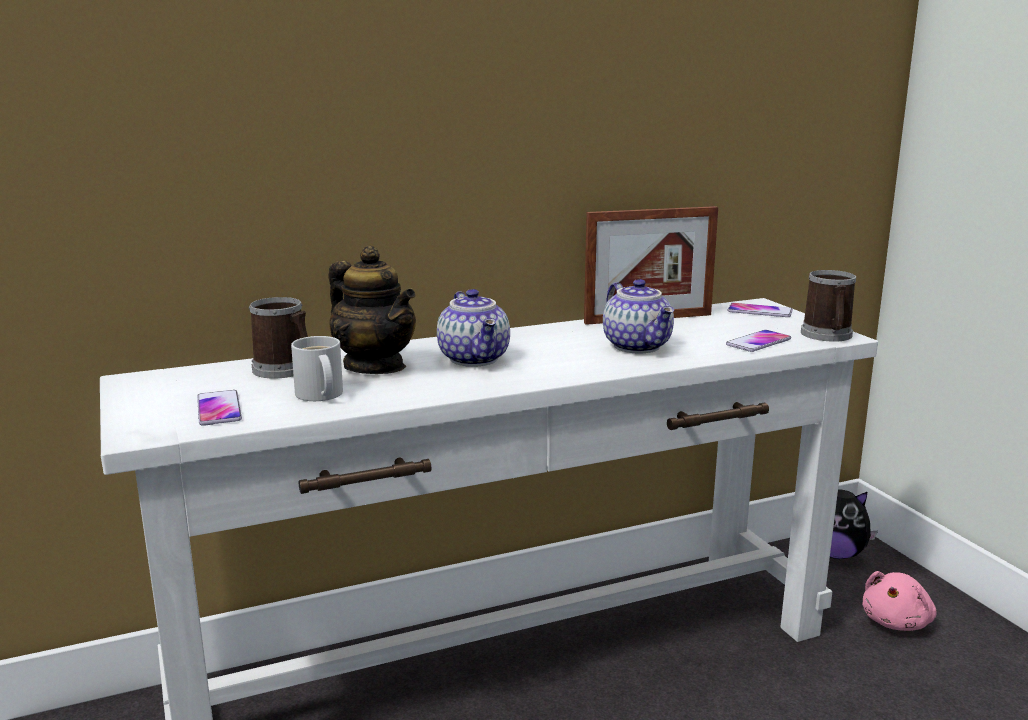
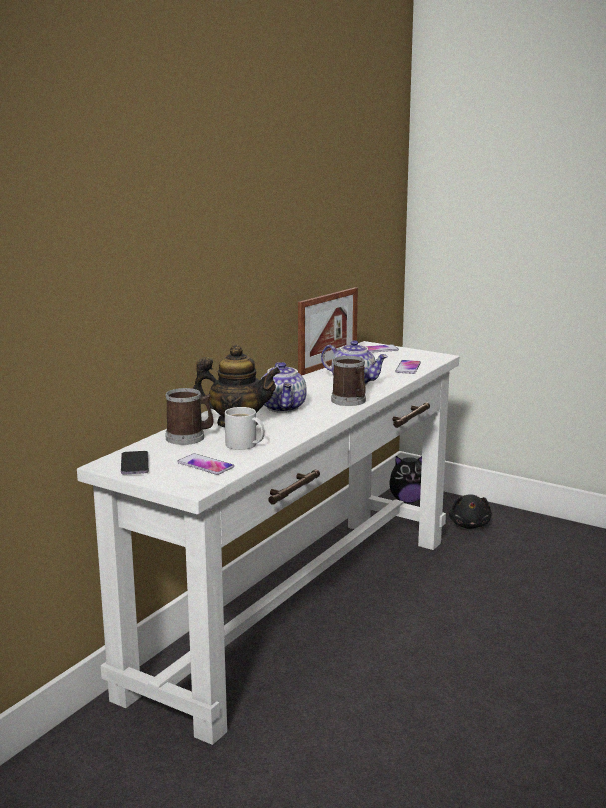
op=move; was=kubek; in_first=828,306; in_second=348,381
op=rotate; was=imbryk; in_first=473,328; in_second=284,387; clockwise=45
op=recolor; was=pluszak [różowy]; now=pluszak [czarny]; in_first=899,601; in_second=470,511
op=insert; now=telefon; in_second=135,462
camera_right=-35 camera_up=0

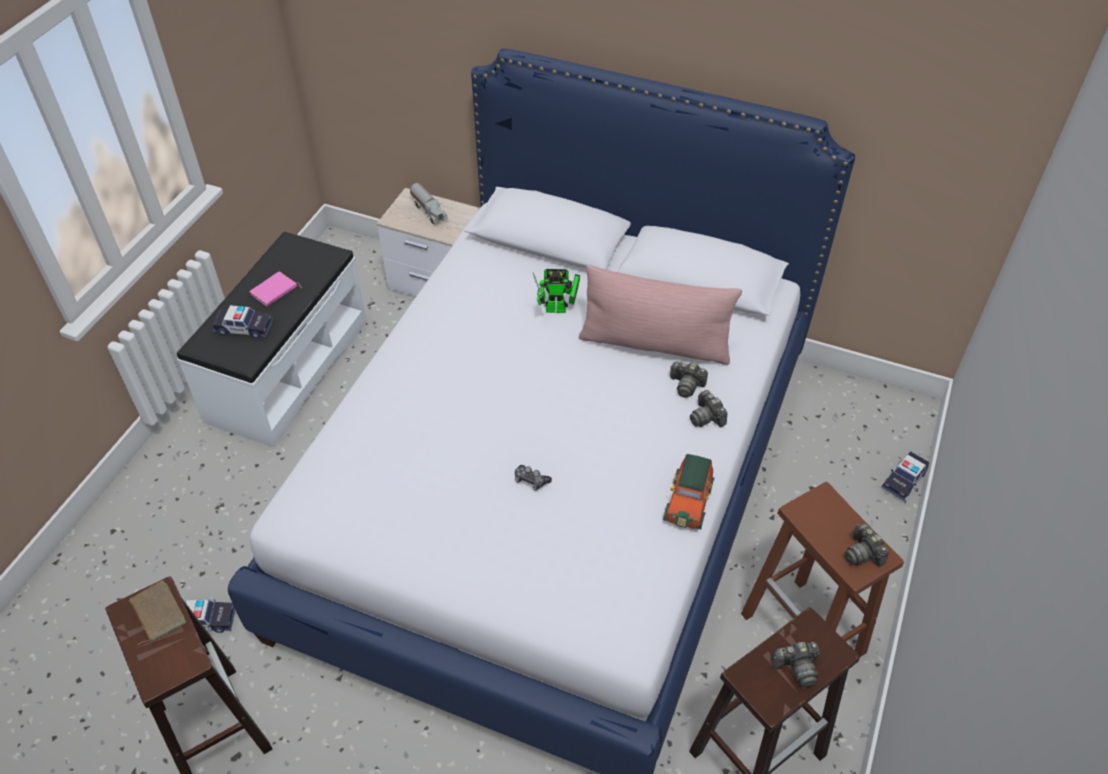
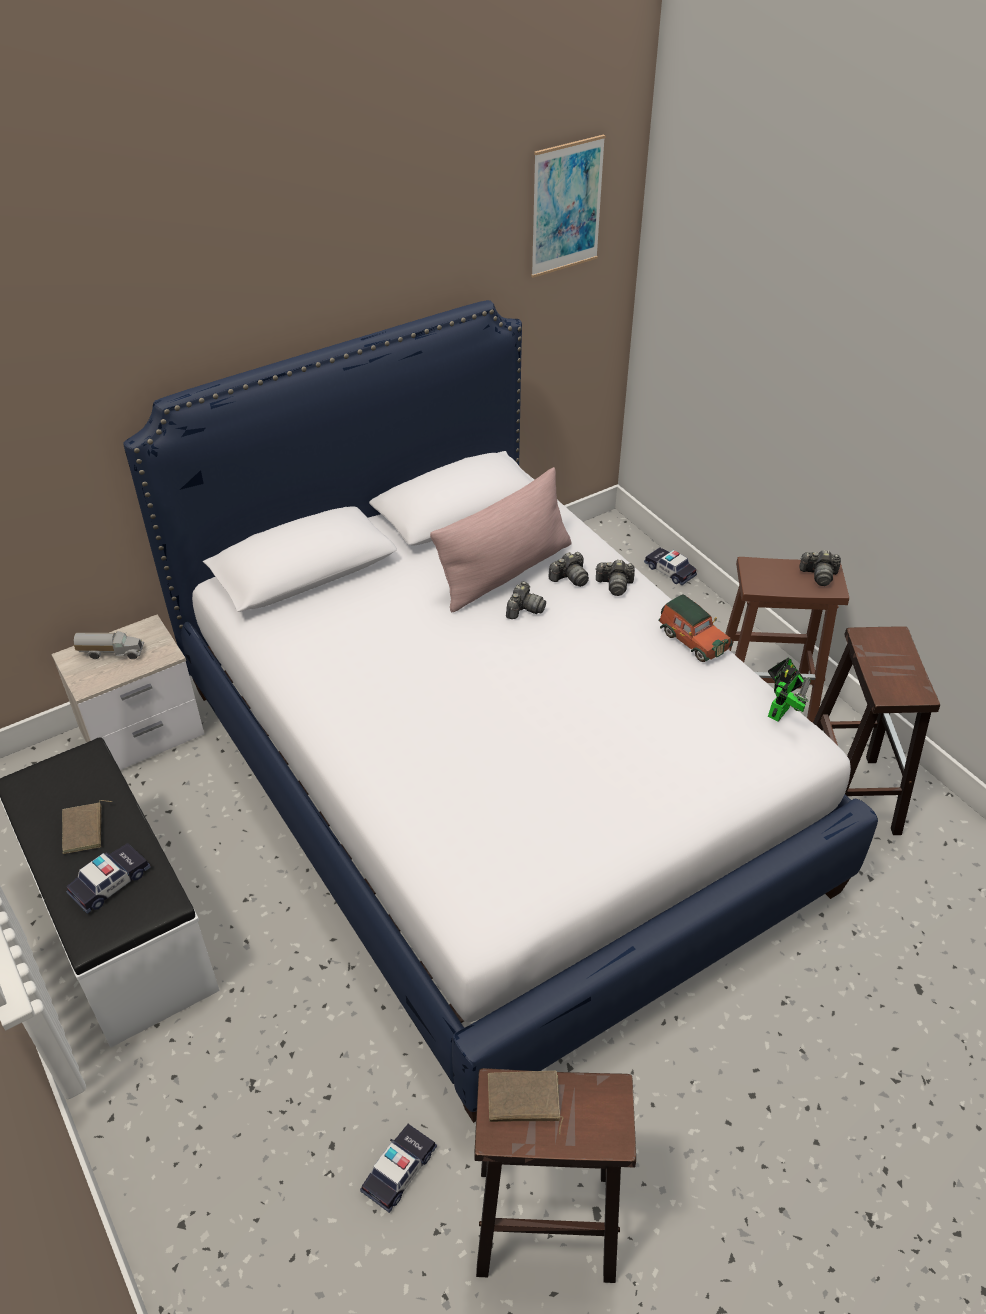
op=move; was=robot zabawkowy; in_first=556,291; in_second=789,689
op=recolor; was=książka [różowy]; now=książka [brązowy]; in_first=275,288; in_second=87,827
op=rotate; was=samochodzik; in_first=905,476; in_second=670,566; clockwise=150
op=delete; was=pad do gier; in_first=533,477
op=move; was=aparat fotograficzny; in_first=795,664; in_second=526,600
op=insert; now=obraz; in_second=568,206
camera_right=-55 camera_up=-5

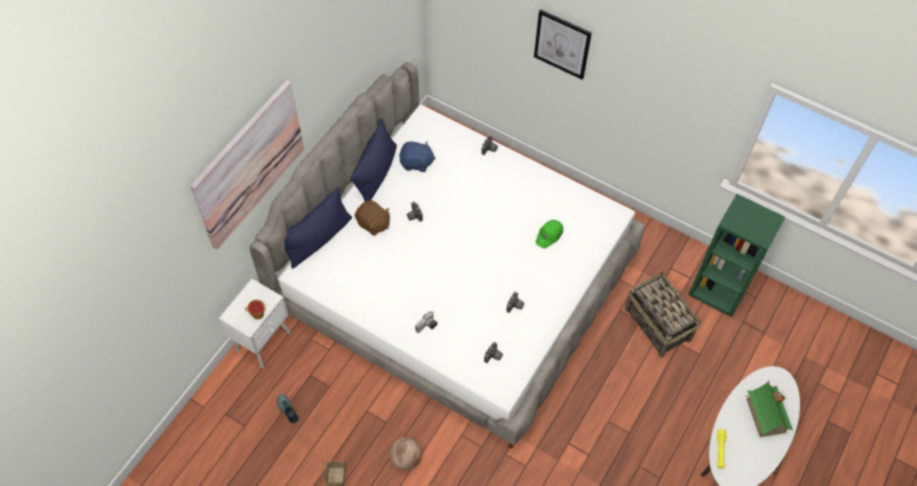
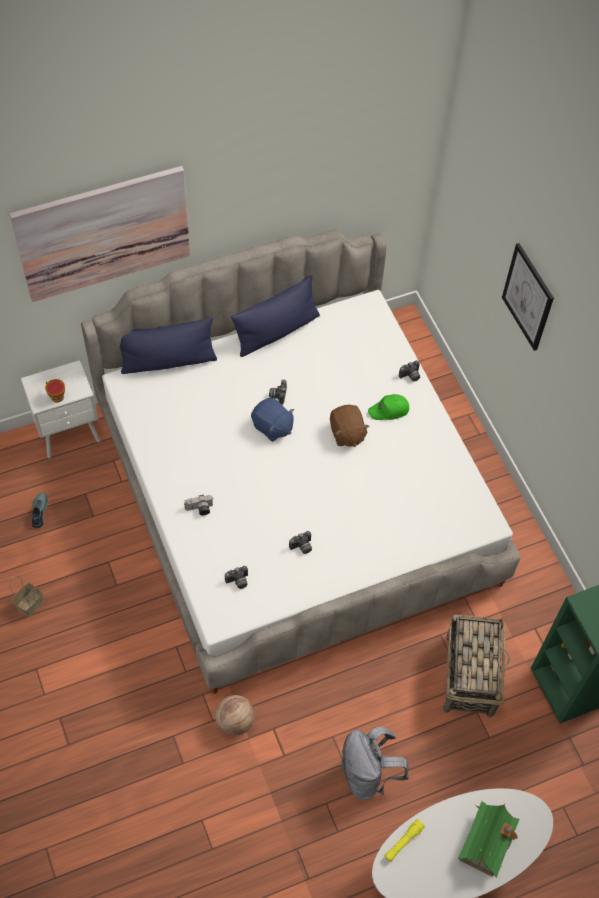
op=move; was=pluszak [niebieski]; in_first=417,156; in_second=272,420
op=move; was=pluszak [brązowy]; in_first=372,218; in_second=350,426
op=move; was=czapka z daszkiem [zielony]; in_first=549,234; in_second=388,407
op=move; was=piłka do koszykówki; in_first=406,453; in_second=235,715
op=insert; now=plecak [szary]; in_second=374,763
camera_right=35 camera_up=0

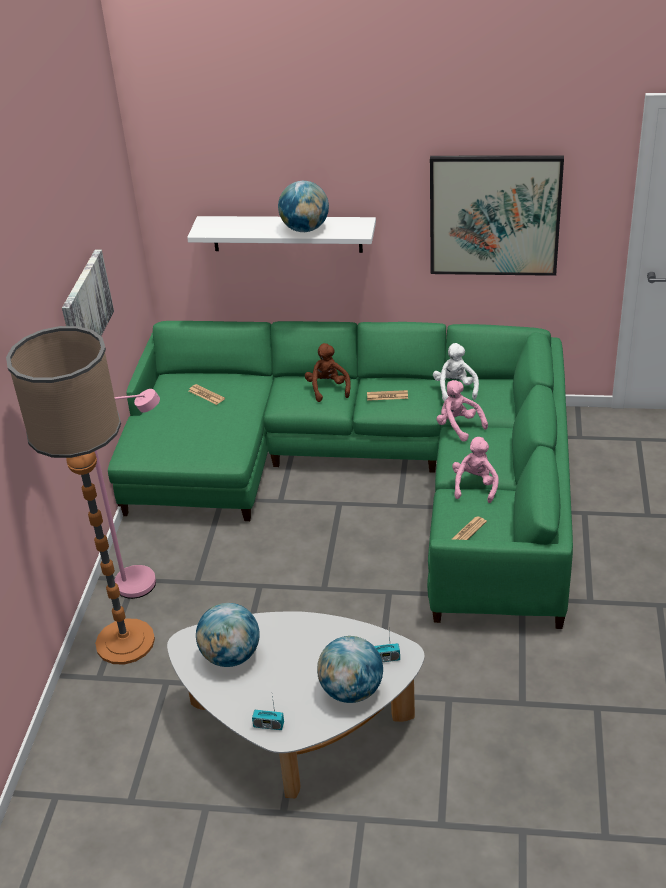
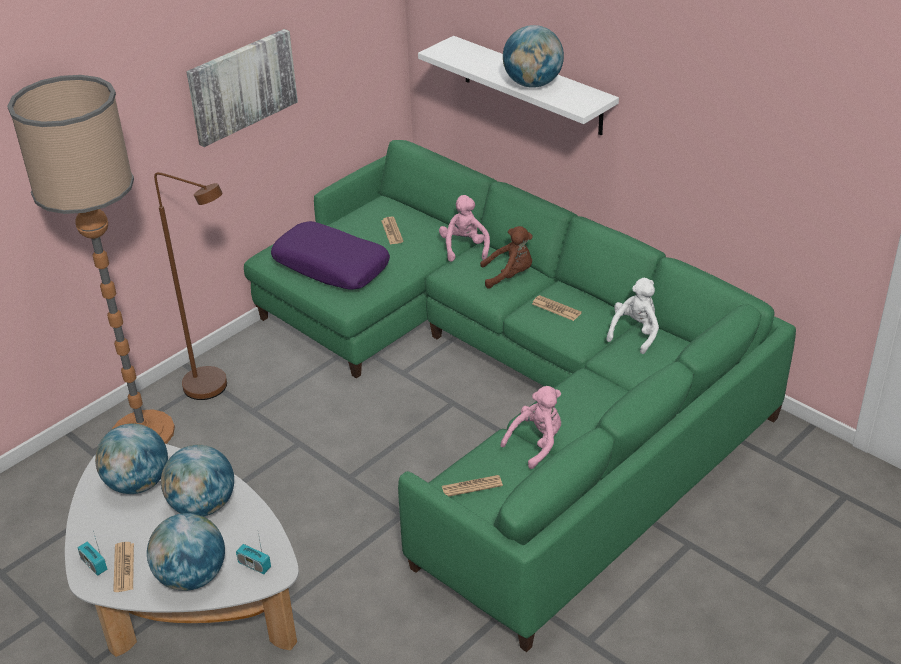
op=delete; was=obraz; in_first=497,216
op=rotate; was=pluszak [brązowy]; in_first=328,372; in_second=506,257; clockwise=60
op=move; was=pluszak [różowy]; in_first=462,411; in_second=464,228
op=recolor; was=lampa stojąca [różowy]; now=lampa stojąca [brązowy]; in_first=127,494; in_second=190,286
op=insert; now=poduszka [fioletowy]; in_second=330,255
op=insert; now=globus; in_second=197,481
op=insert; now=gazeta; in_second=123,567
camera_right=35 camera_up=0

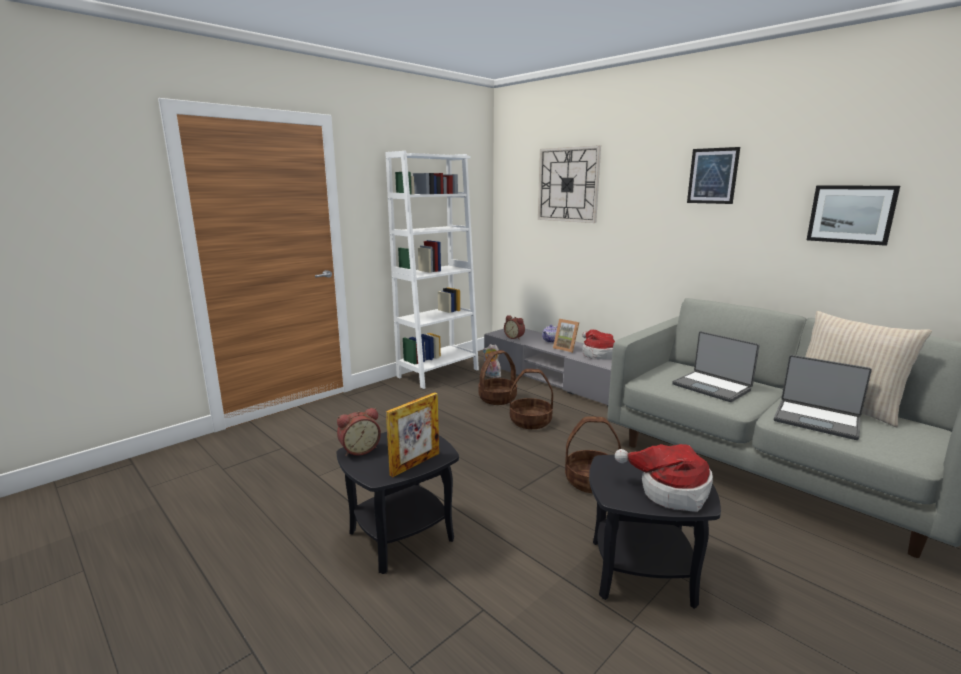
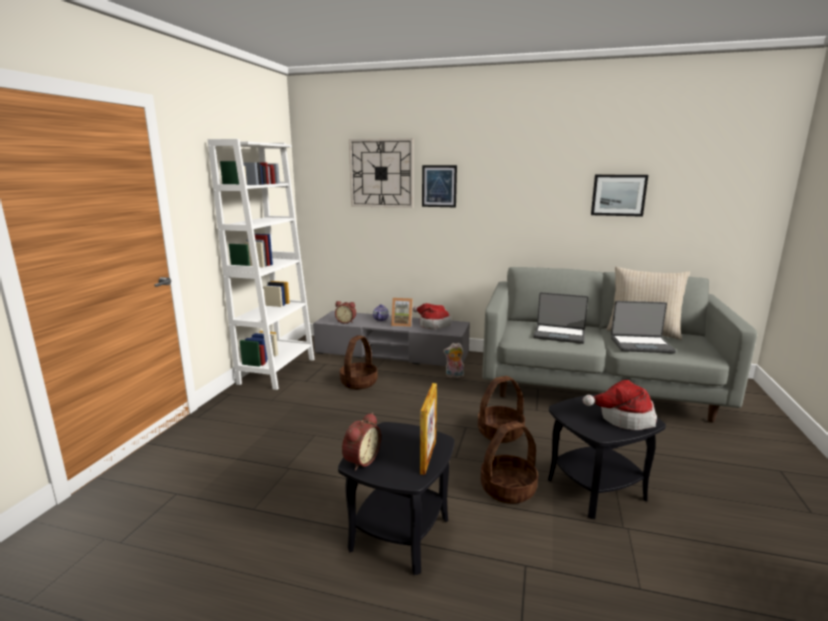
op=move; was=obraz; in_first=713,175; in_second=439,186
op=move; was=pluszak; in_first=492,361; in_second=453,360
op=move; was=koszyk; in_first=531,399; in_second=509,462
camera_right=-30 camera_up=0

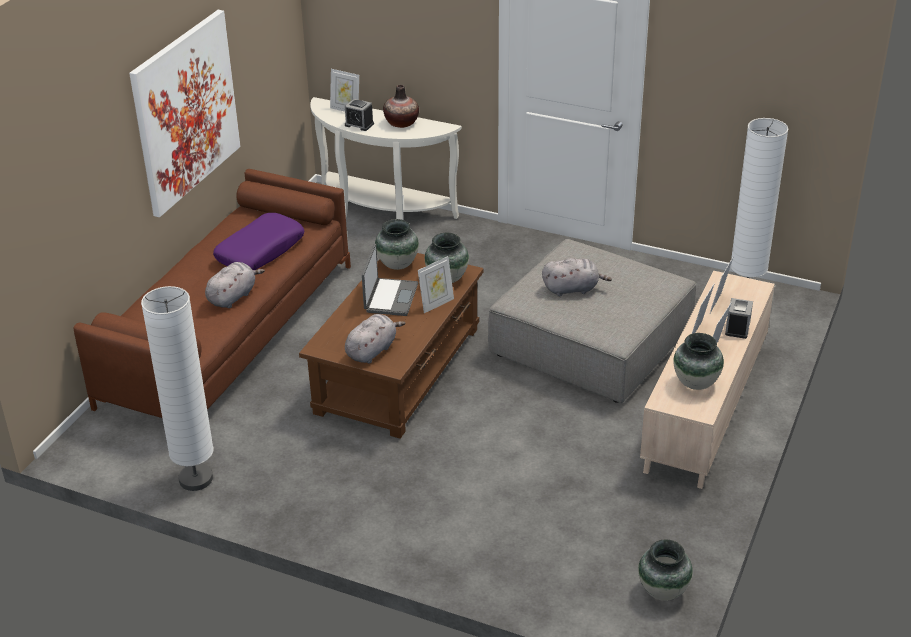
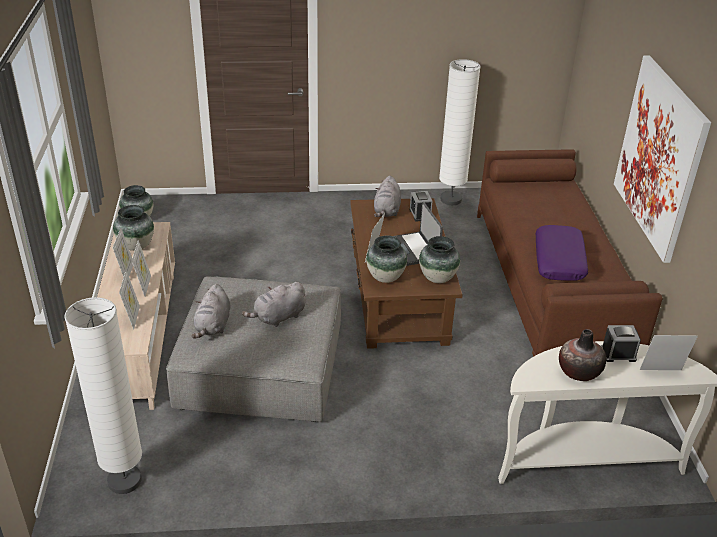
op=move; was=pluszak [szary]; in_first=235,285; in_second=210,311
op=move; was=budzik; in_first=739,318; in_second=420,206
camera_right=150 camera_up=0

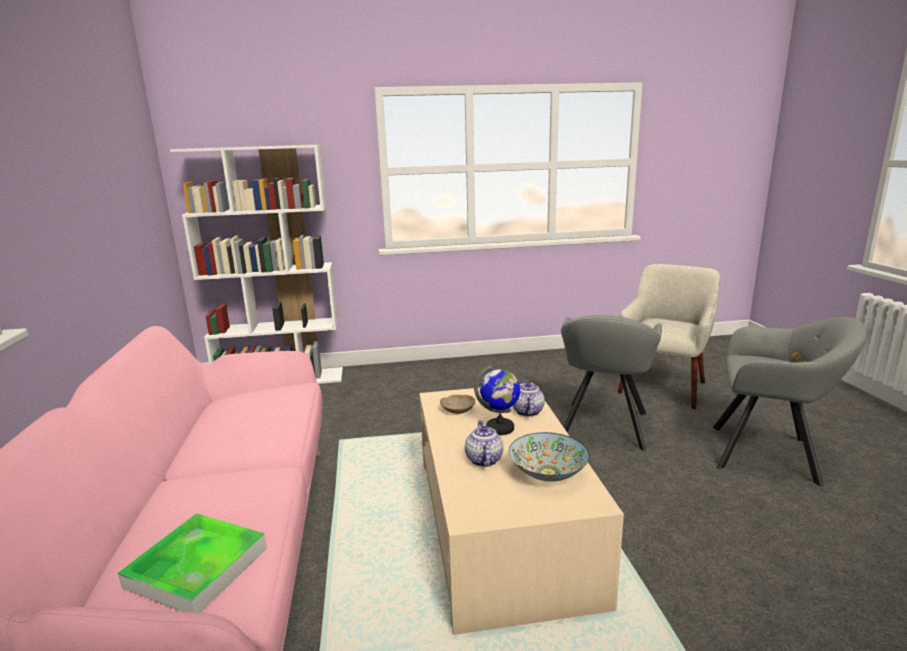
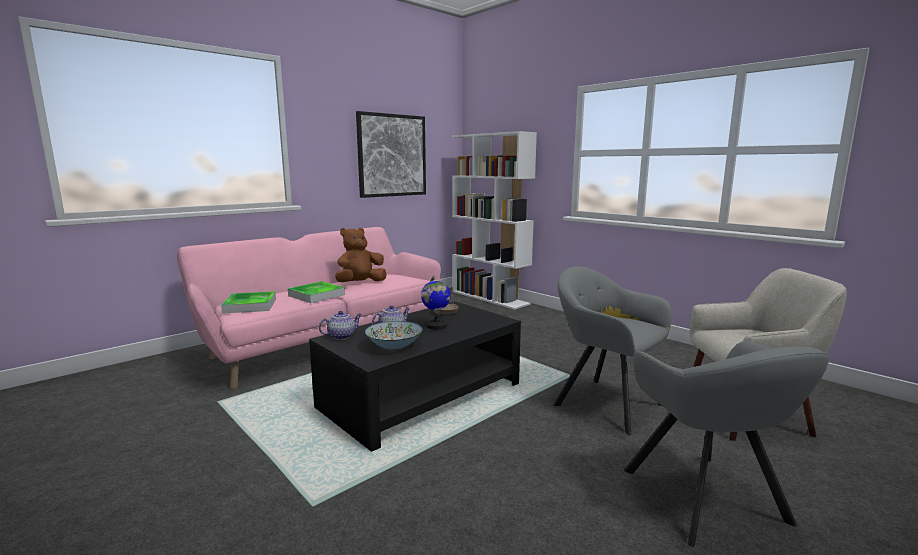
op=rotate; was=fotel [szary]; in_first=611,383; in_second=612,351; clockwise=60
op=move; was=imbryk; in_first=529,398; in_second=340,325
op=recolor; was=ława [beżowy]; now=ława [czarny]; in_first=521,509; in_second=415,376
op=insert; now=obraz; in_second=391,154
op=insert; now=pluszak [brązowy]; in_second=361,255
op=insert; now=taca; in_second=316,292
camera_right=55 camera_up=-5

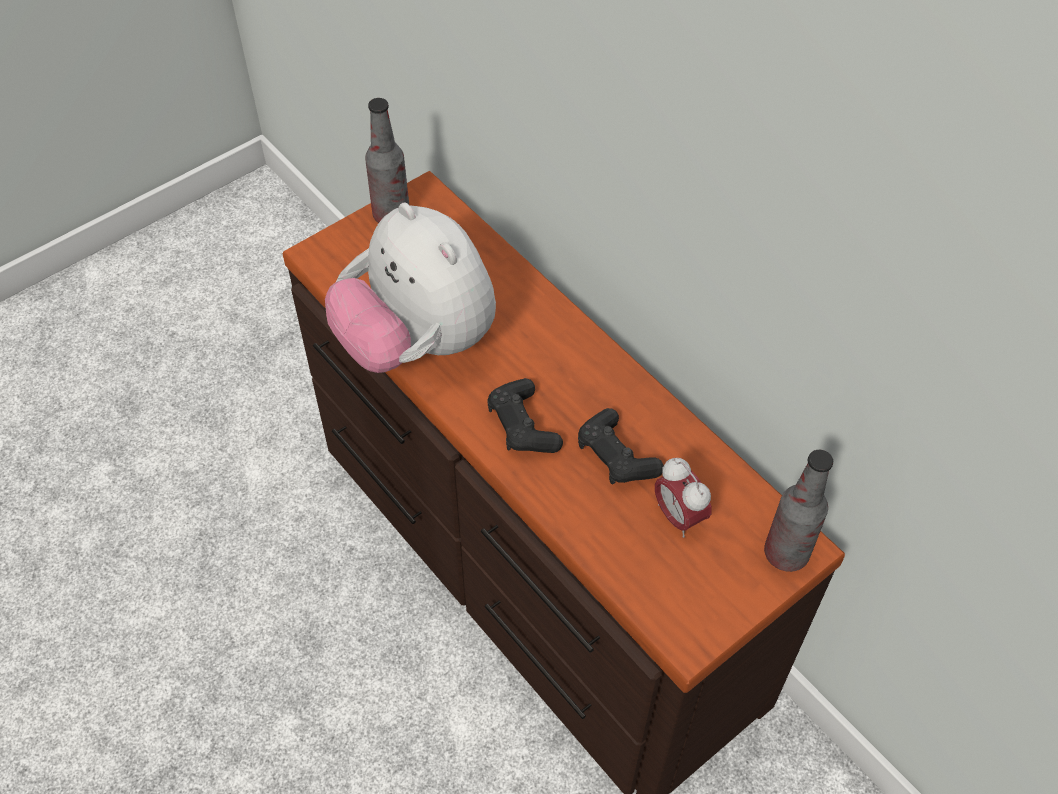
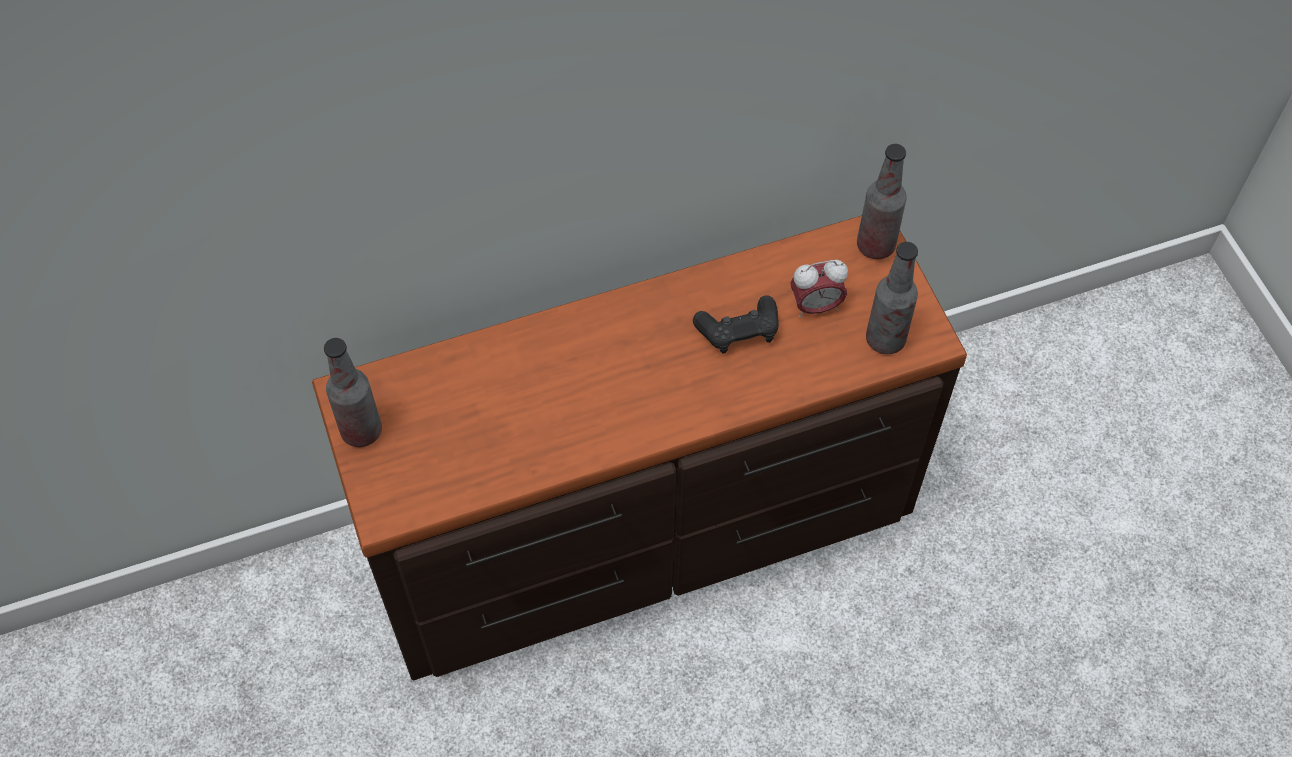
op=delete; was=pluszak; in_first=410,288
op=delete; was=pad do gier [czarny]; in_first=525,415
op=insert; now=butelka; in_second=892,298
camera_right=-70 camera_up=5

